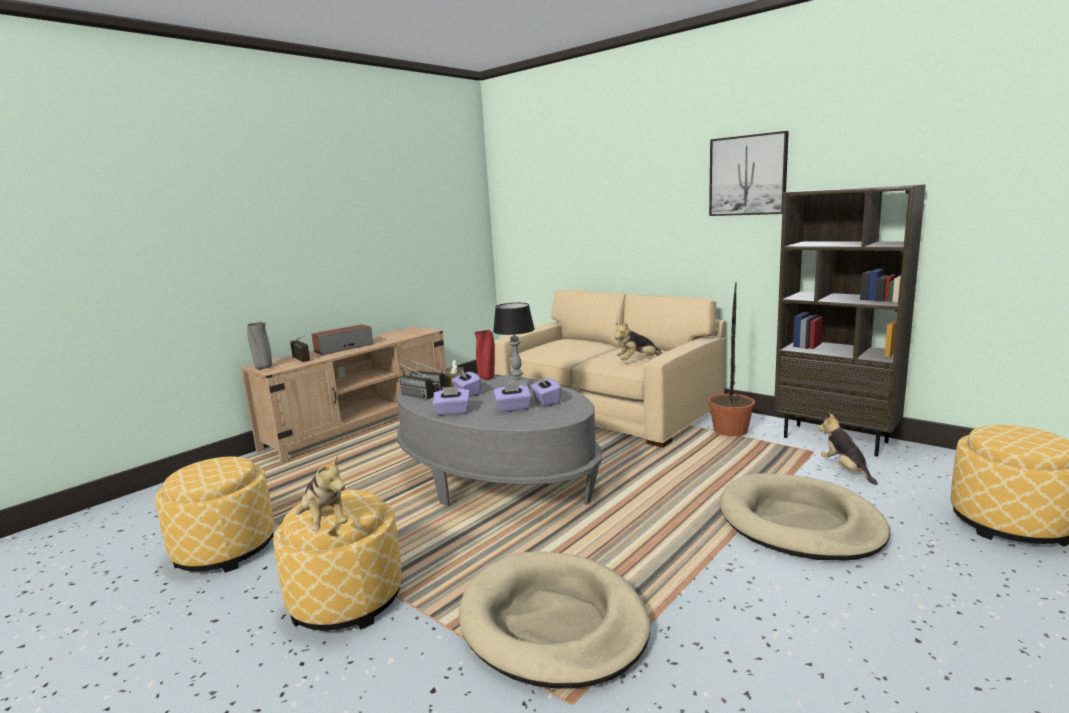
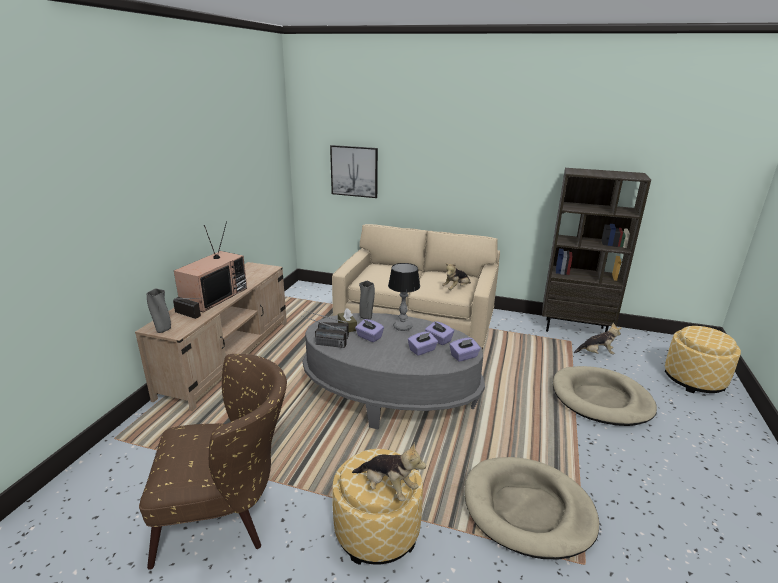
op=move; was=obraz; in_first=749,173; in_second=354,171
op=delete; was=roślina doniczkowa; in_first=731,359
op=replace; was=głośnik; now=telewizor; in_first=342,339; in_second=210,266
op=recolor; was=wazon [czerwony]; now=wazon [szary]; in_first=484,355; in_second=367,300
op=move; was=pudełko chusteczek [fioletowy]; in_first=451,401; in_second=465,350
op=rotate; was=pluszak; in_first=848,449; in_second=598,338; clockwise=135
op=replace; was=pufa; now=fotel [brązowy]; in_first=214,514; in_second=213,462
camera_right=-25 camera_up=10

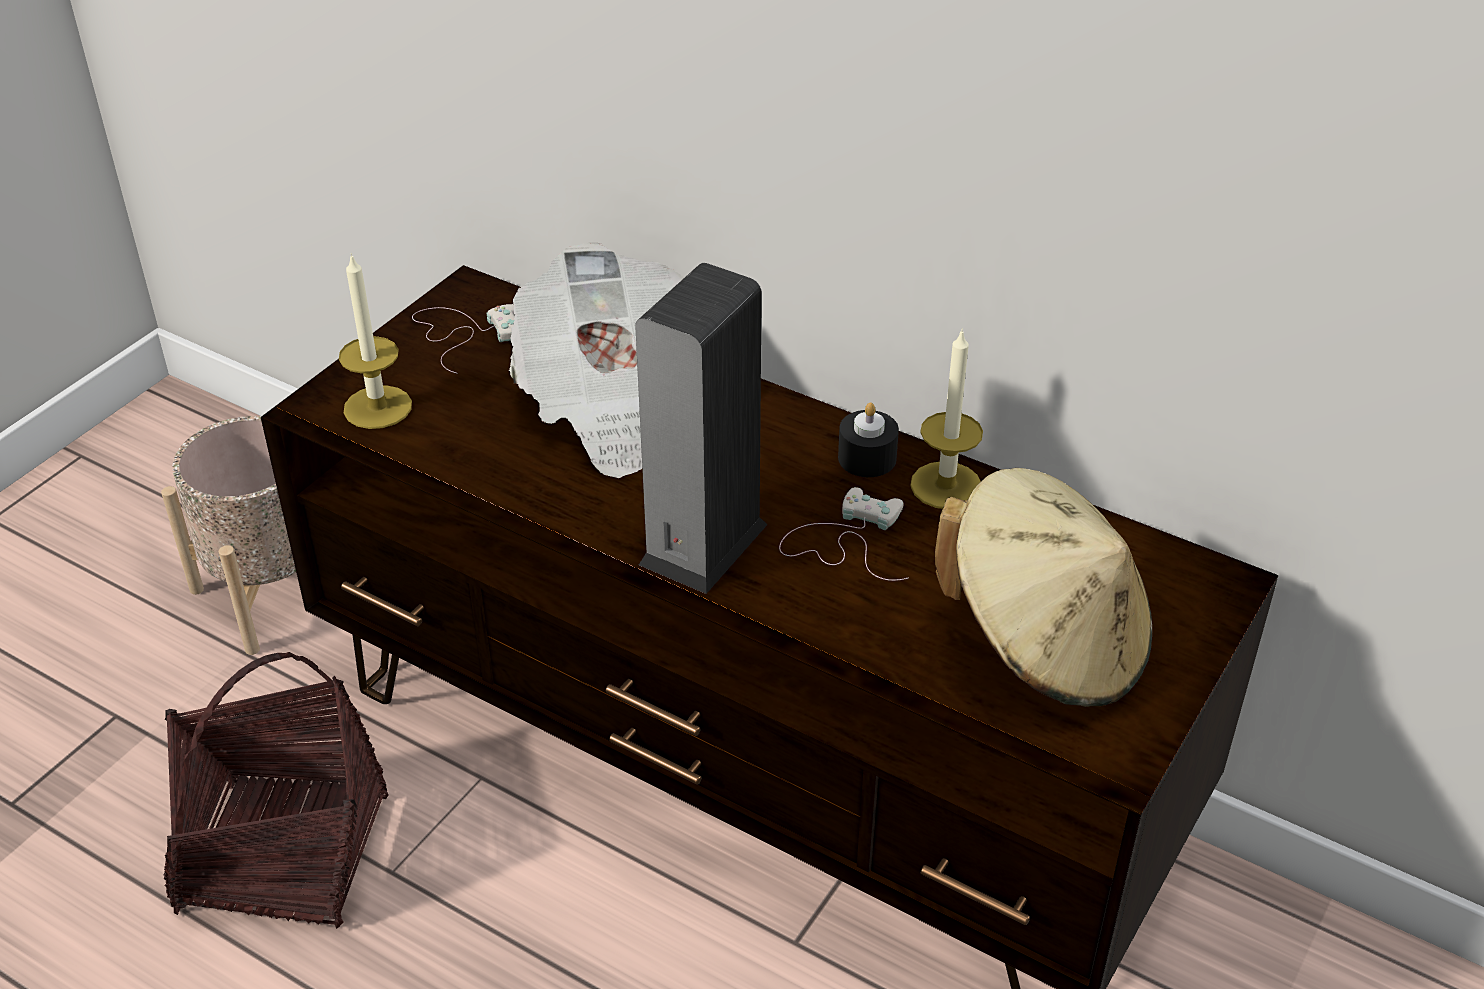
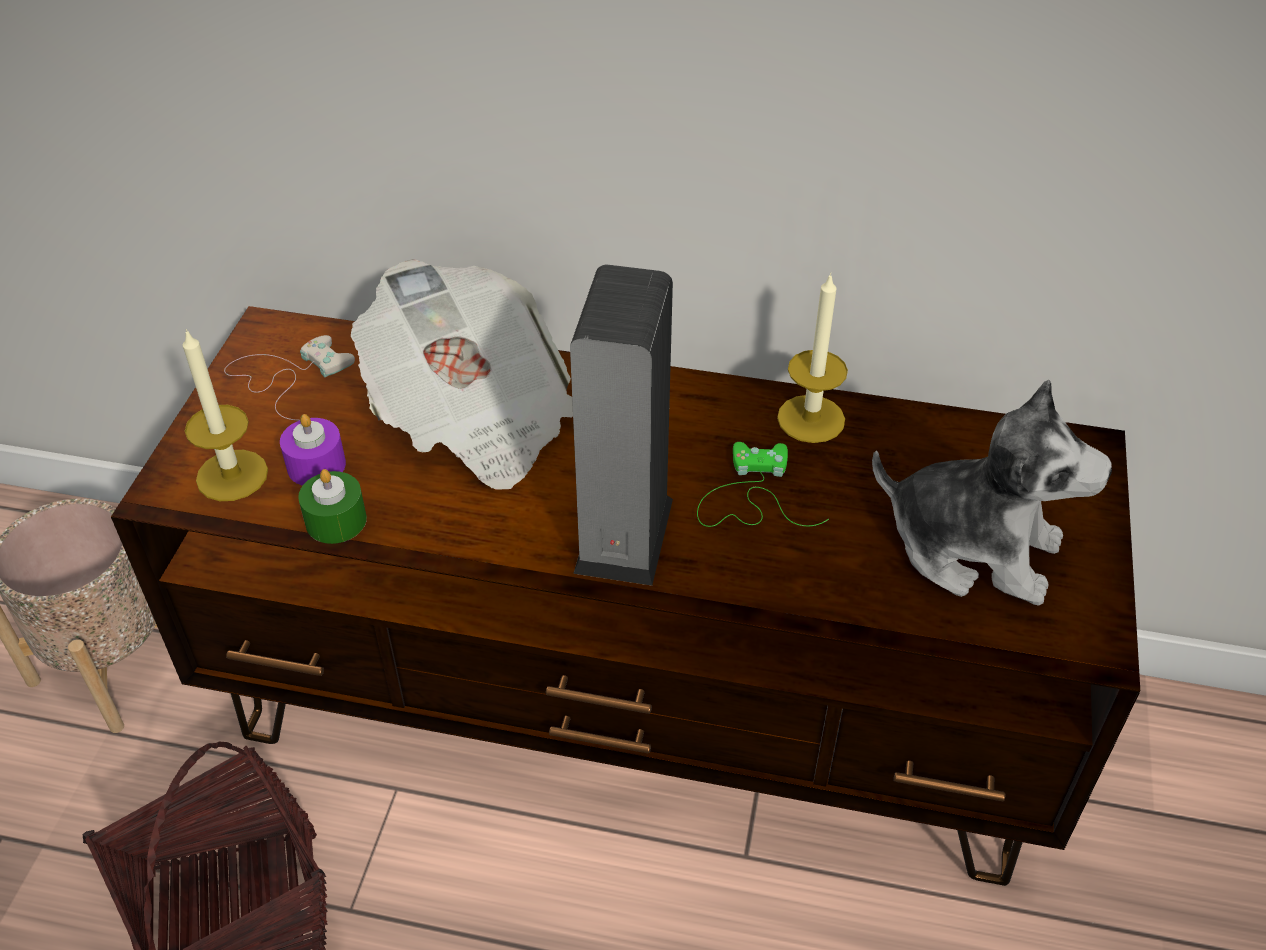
op=delete; was=świeca [czarny]; in_first=868,439
op=replace; was=kapelusz [beżowy]; now=pluszak; in_first=1043,587; in_second=992,493
op=recolor; was=pad do gier [biały]; now=pad do gier [zielony]; in_first=843,534; in_second=763,484
op=insert; now=świeca [fioletowy]; in_second=313,450
op=insert; now=świeca [zielony]; in_second=332,506
camera_right=-20 camera_up=5

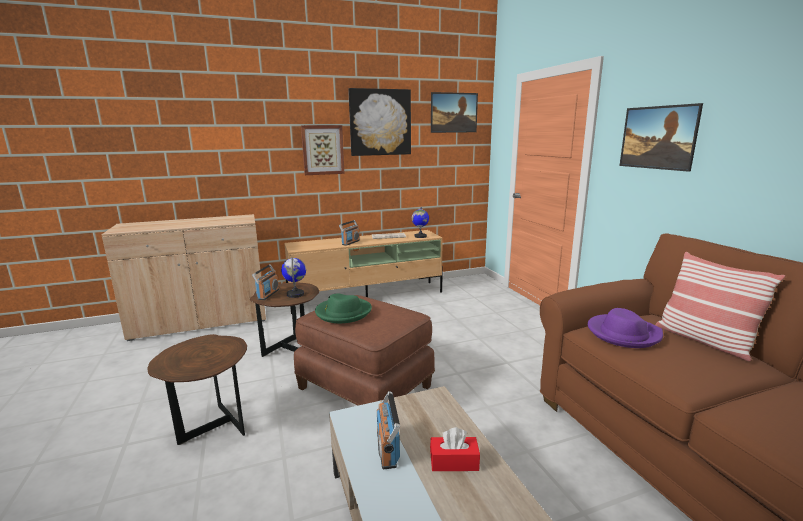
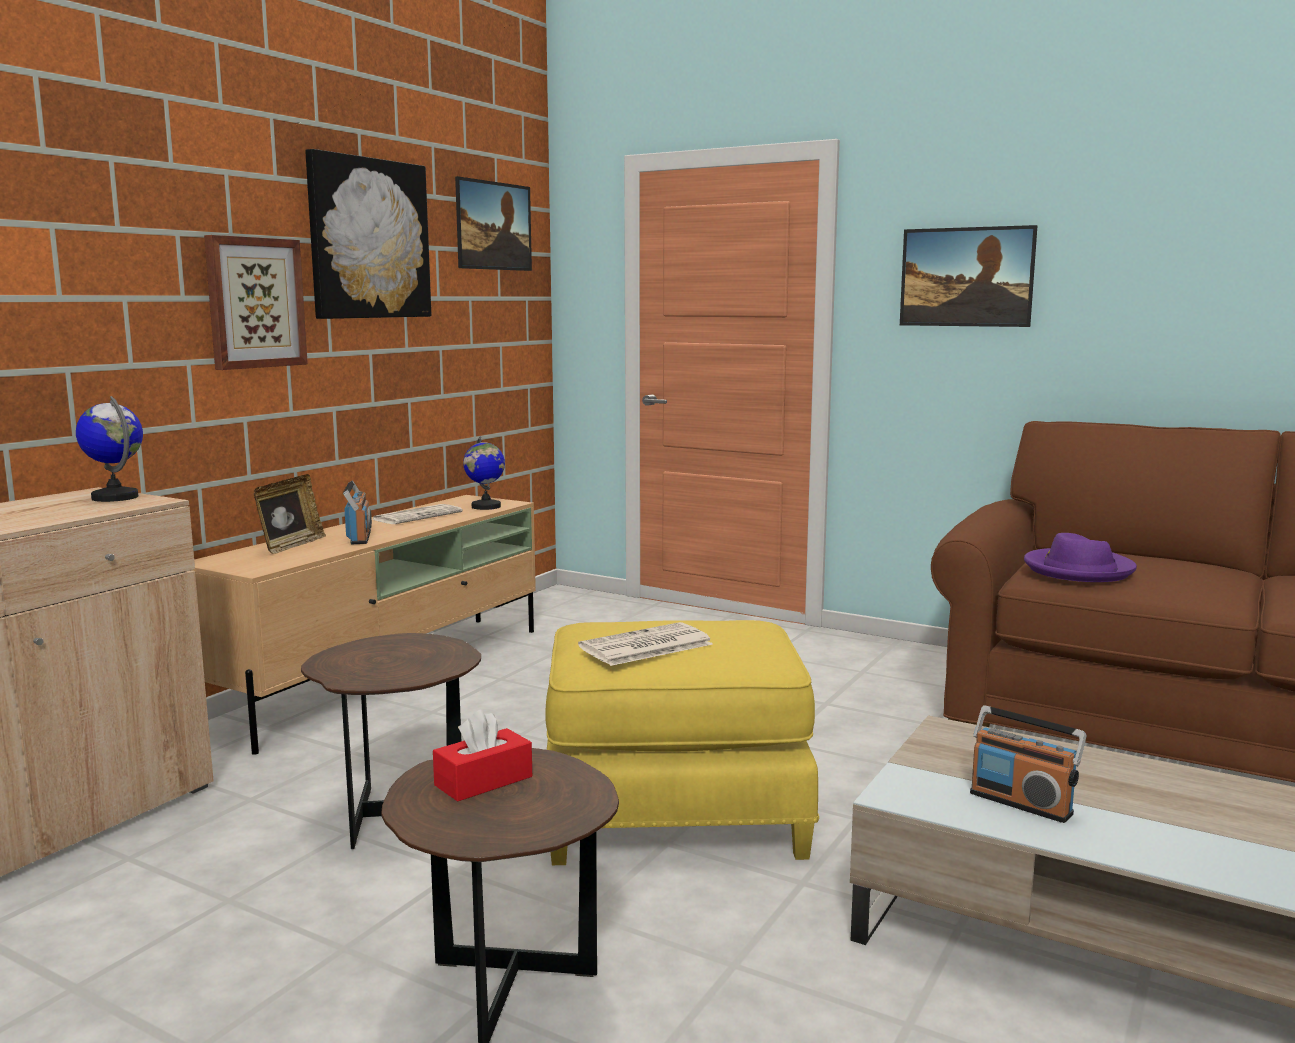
op=delete; was=poduszka; in_first=720,307
op=move; was=globus; in_first=293,277; in_second=109,449
op=delete; was=radio; in_first=265,282
op=replace; was=kapelusz [zielony]; now=gazeta; in_first=343,308; in_second=645,644
op=recolor; was=pufa [brązowy]; now=pufa [żółty]; in_first=364,350; in_second=682,742
op=move; was=pudełko chusteczek [czerwony]; in_first=455,449; in_second=482,755
op=insert; now=ramka na zdjęcie; in_second=290,514
camera_right=-40 camera_up=-5

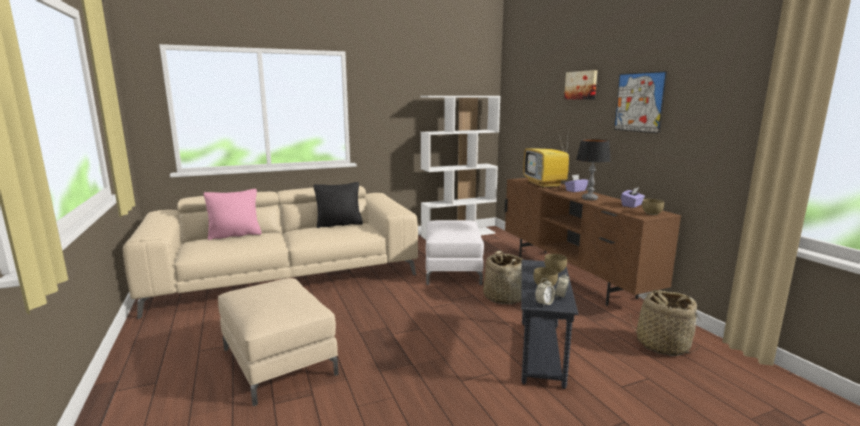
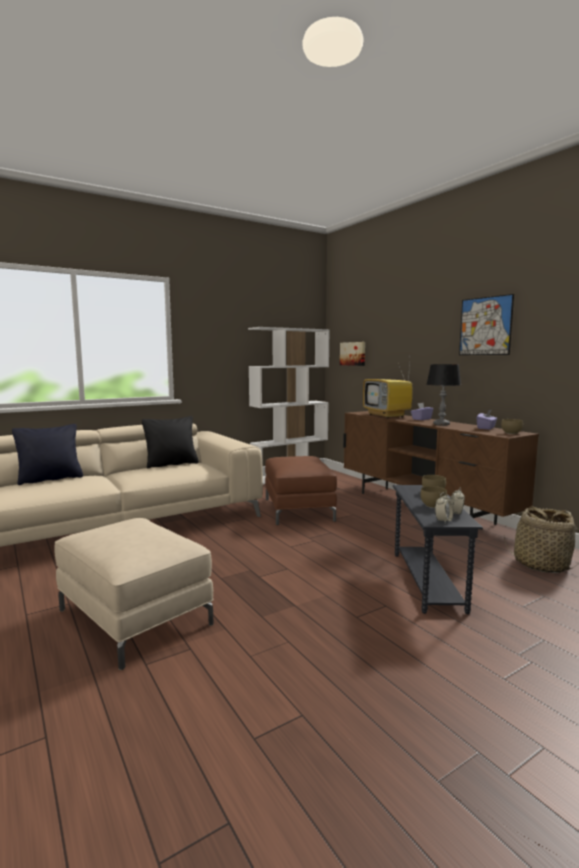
op=move; was=obraz; in_first=581,84; in_second=352,354
op=recolor; was=poduszka [różowy]; now=poduszka [czarny]; in_first=232,214; in_second=47,454
op=recolor; was=pufa [biały]; now=pufa [brązowy]; in_first=455,252; in_second=301,490
op=delete; was=koszyk; in_first=503,278
camera_right=-10 camera_up=-5

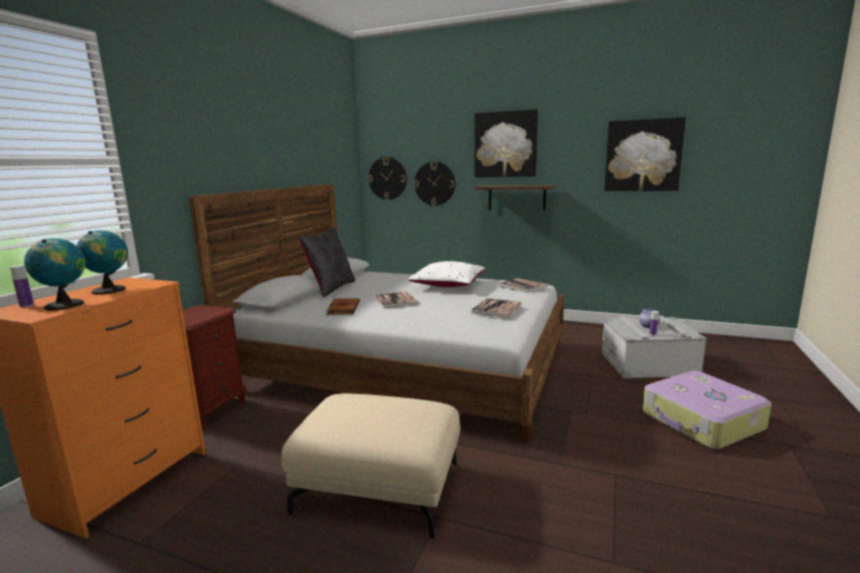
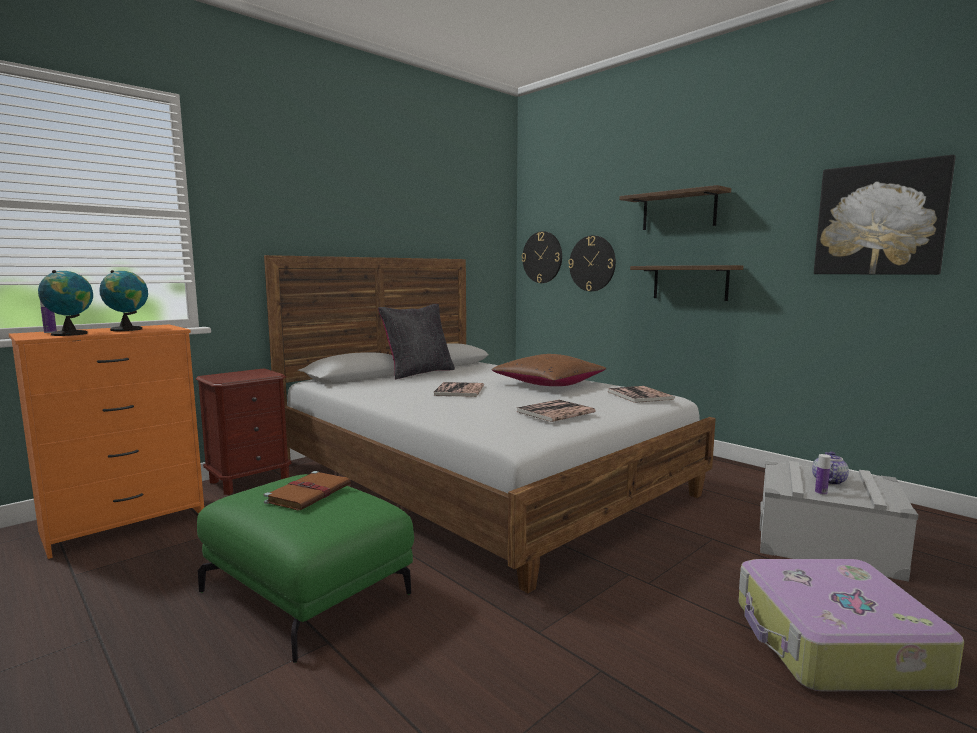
op=replace; was=obraz; now=półka; in_first=506,143; in_second=675,207
op=recolor; was=poduszka [biały]; now=poduszka [brązowy]; in_first=446,274; in_second=549,370
op=move; was=książka [brązowy]; in_first=343,306; in_second=307,490
op=recolor; was=pufa [beżowy]; now=pufa [zielony]; in_first=370,466; in_second=305,568
camera_right=25 camera_up=-5

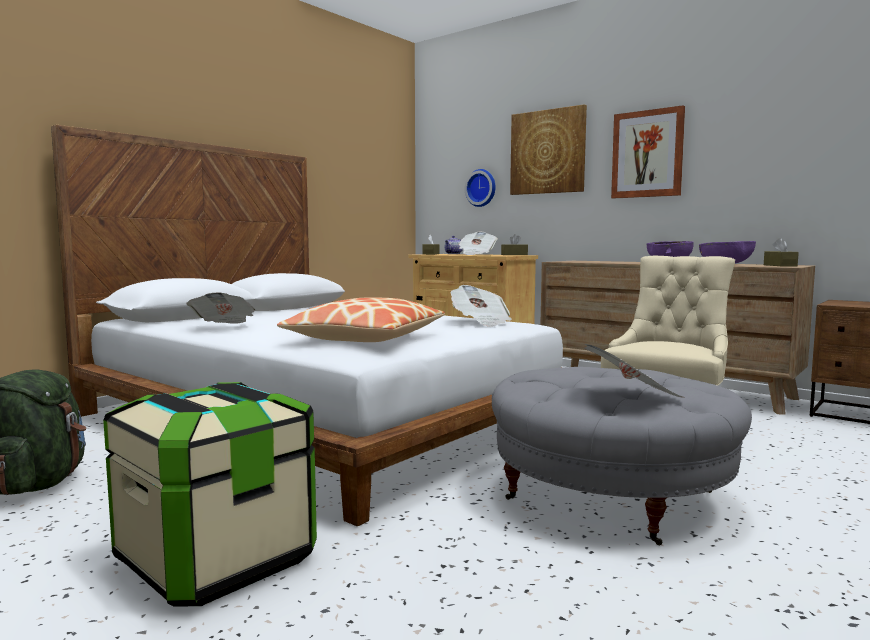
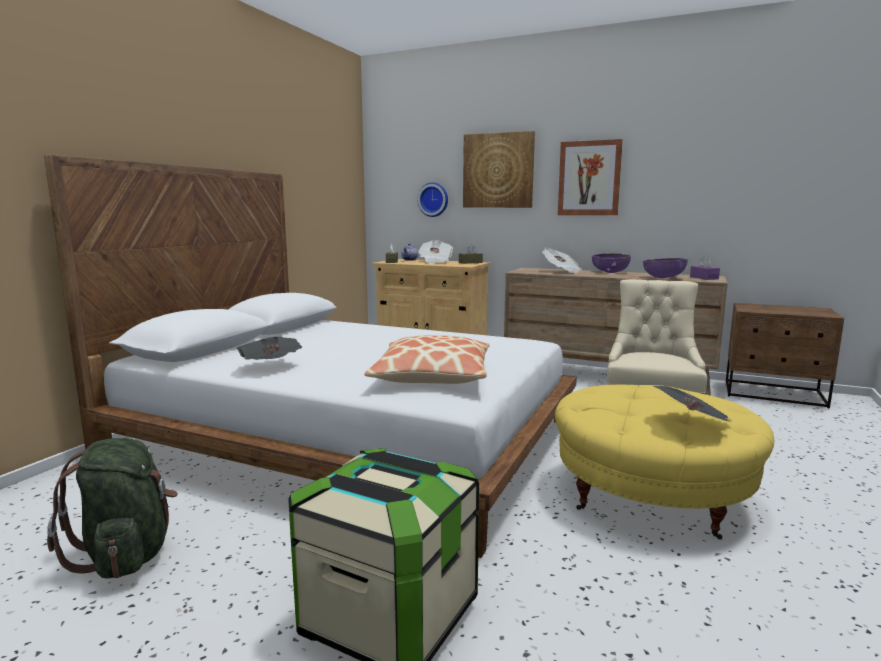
op=recolor; was=pudełko chusteczek [brązowy]; now=pudełko chusteczek [fioletowy]; in_first=781,252; in_second=705,268
op=move; was=gazeta; in_first=481,306; in_second=562,261
op=recolor; was=pufa [szary]; now=pufa [żółty]; in_first=622,456; in_second=664,462
camera_right=-15 camera_up=5

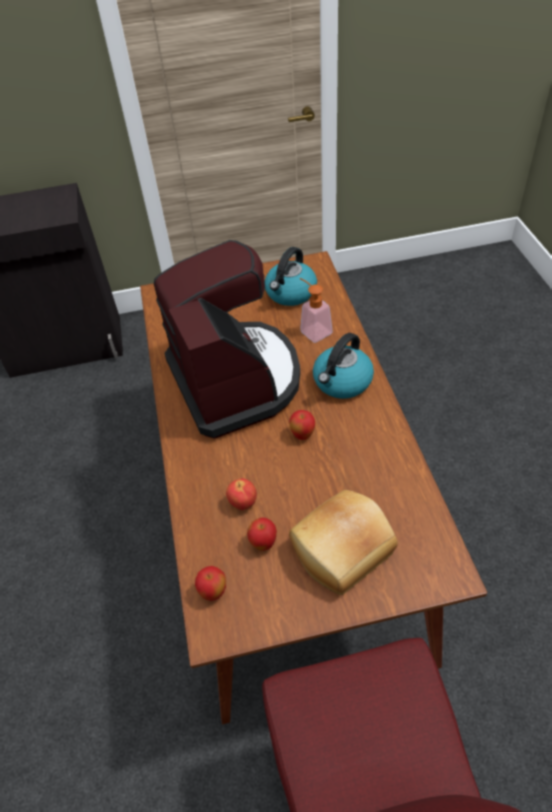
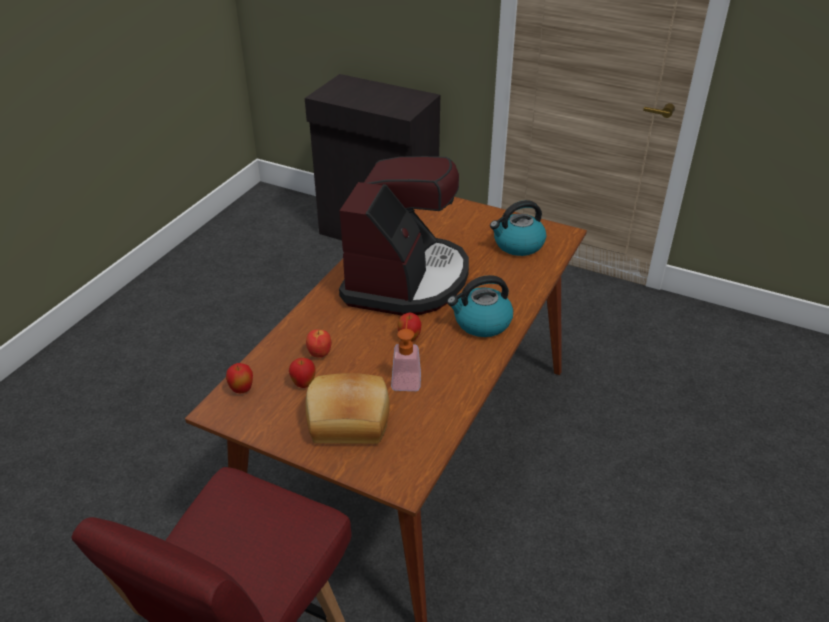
op=move; was=dozownik mydła; in_first=316,310; in_second=406,354
camera_right=35 camera_up=-10

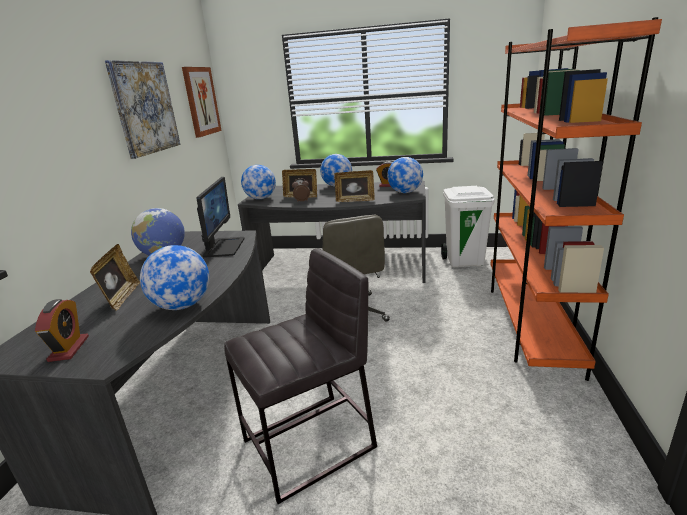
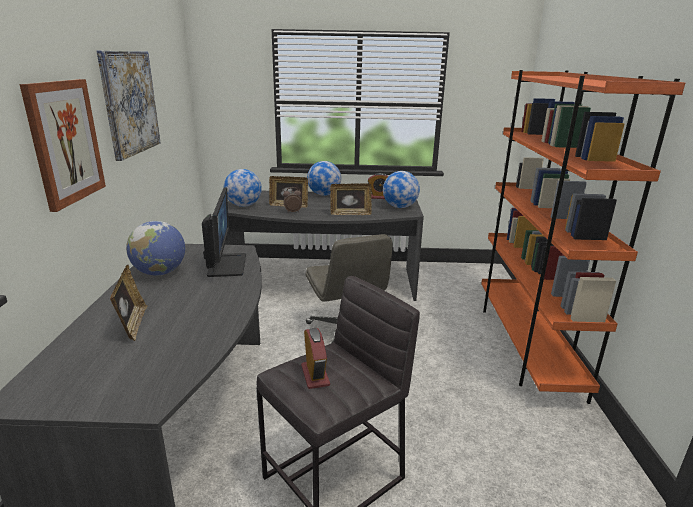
op=move; was=obraz; in_first=202,102; in_second=62,145
op=delete; was=kosz na śmieci [biały]; in_first=468,227
op=delete; was=globus; in_first=174,277
op=move; was=budzik; in_first=62,330; in_second=315,358
camera_right=-10 camera_up=0

